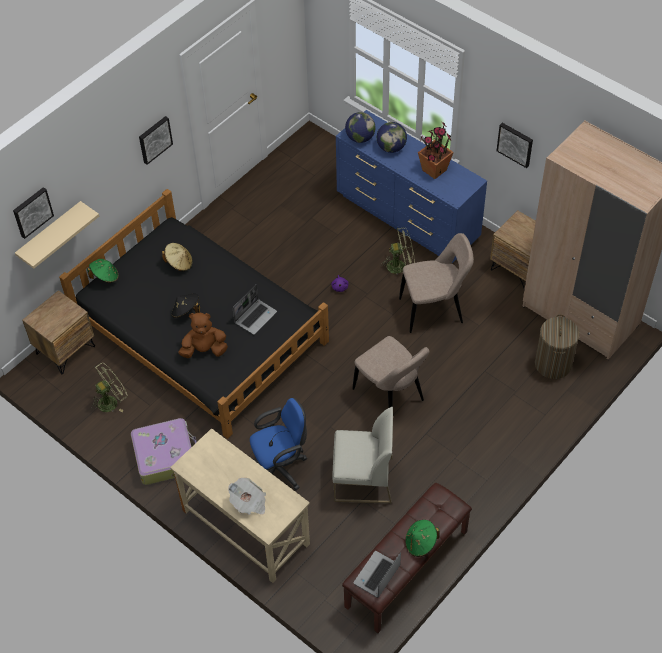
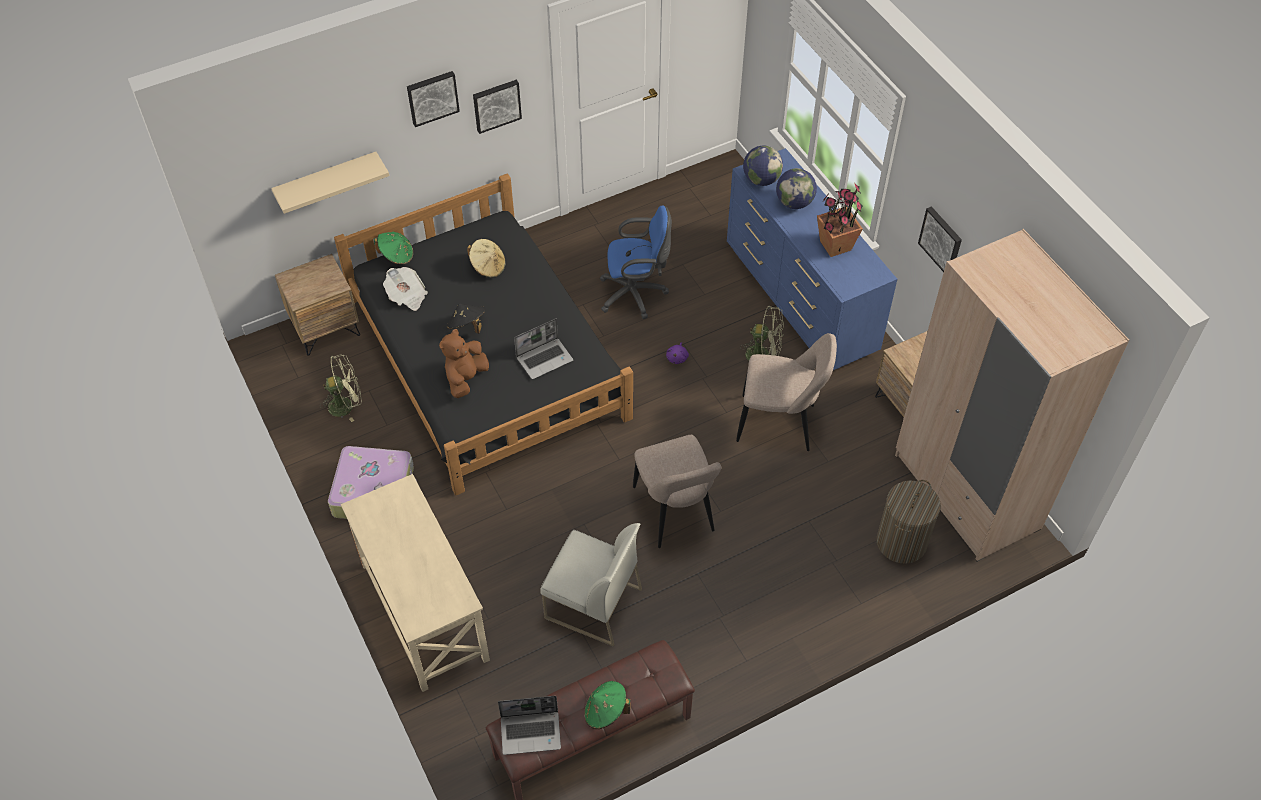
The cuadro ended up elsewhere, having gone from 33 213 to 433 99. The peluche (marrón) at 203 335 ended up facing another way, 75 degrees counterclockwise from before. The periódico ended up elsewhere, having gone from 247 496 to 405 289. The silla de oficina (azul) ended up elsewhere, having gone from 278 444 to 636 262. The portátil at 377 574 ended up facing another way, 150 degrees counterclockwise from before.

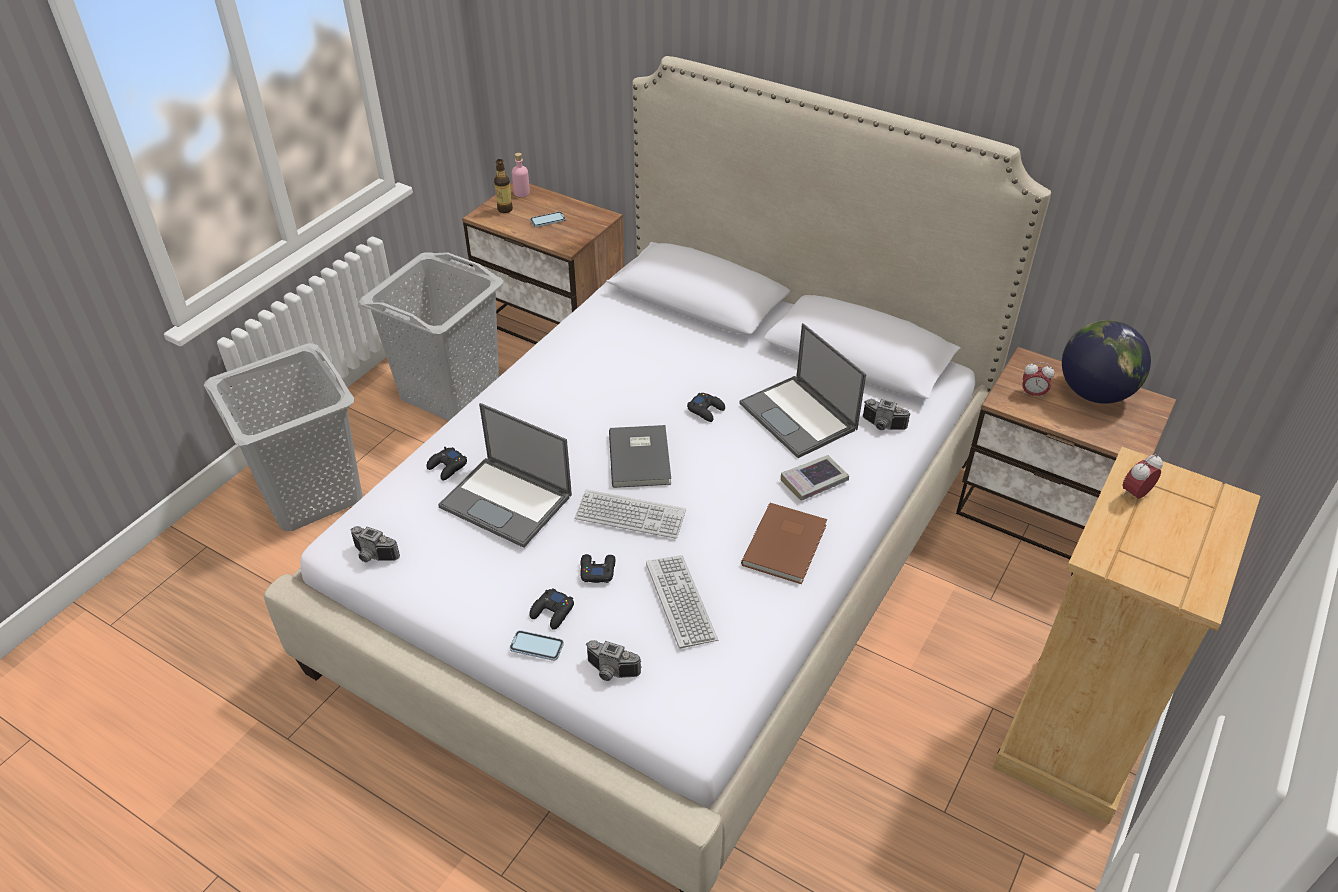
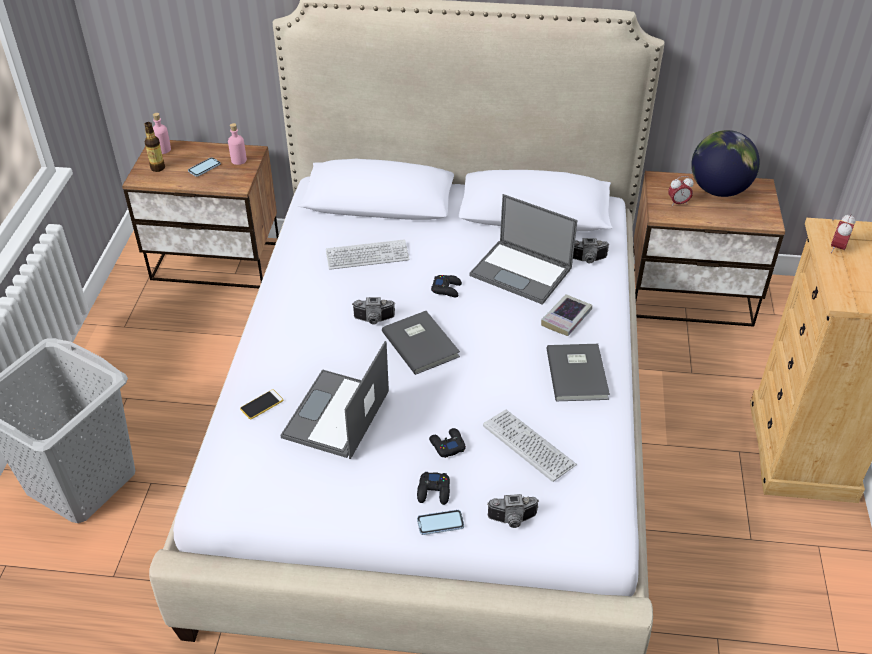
The cámara ended up elsewhere, having gone from 375 544 to 373 310. The second view lost the cesto de la ropa (gris) at 431 336. Where the mando de consola (negro) stood at 446 463, the móvil came to stand at 261 404. The portátil at 505 475 ended up facing another way, 105 degrees clockwise from before. The teclado ended up elsewhere, having gone from 630 514 to 367 254. What was the libro (marrón) at 784 543 turned into the libro (gris) at 578 372. The second view gained the botella (rosa) at 237 144.

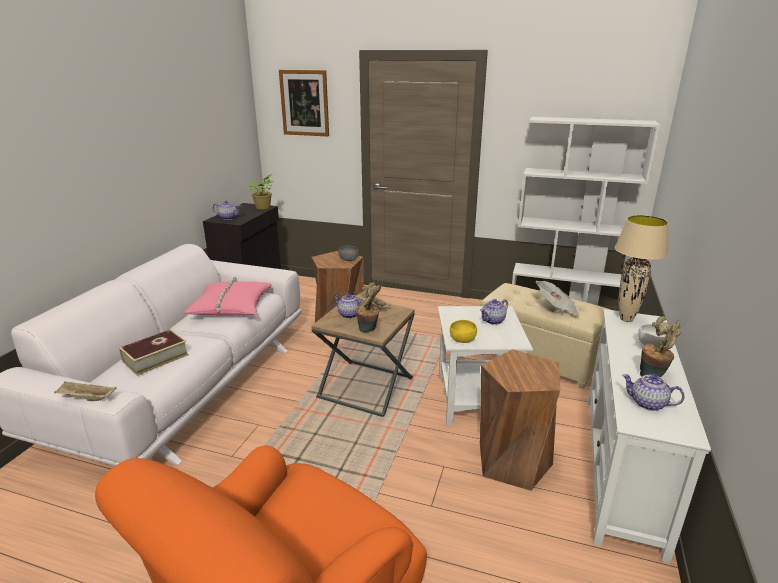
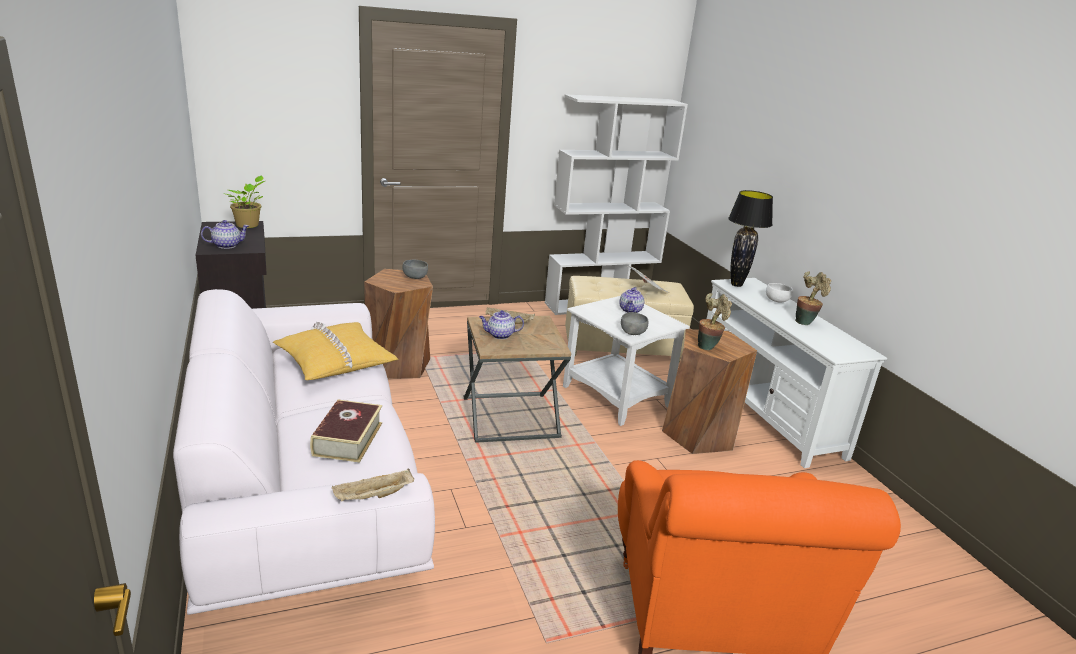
What was the cojín (rosa) at 227 296 turned into the cojín (amarillo) at 336 351. The second view lost the cuadro at 304 103. The planta en maceta ended up elsewhere, having gone from 368 308 to 715 321. What was the cuenco (amarillo) at 463 331 turned into the cuenco (gris) at 634 323. What was the lámpara de mesa (beis) at 642 268 turned into the lámpara de mesa (negro) at 750 238. The second view lost the tetera at 653 392.

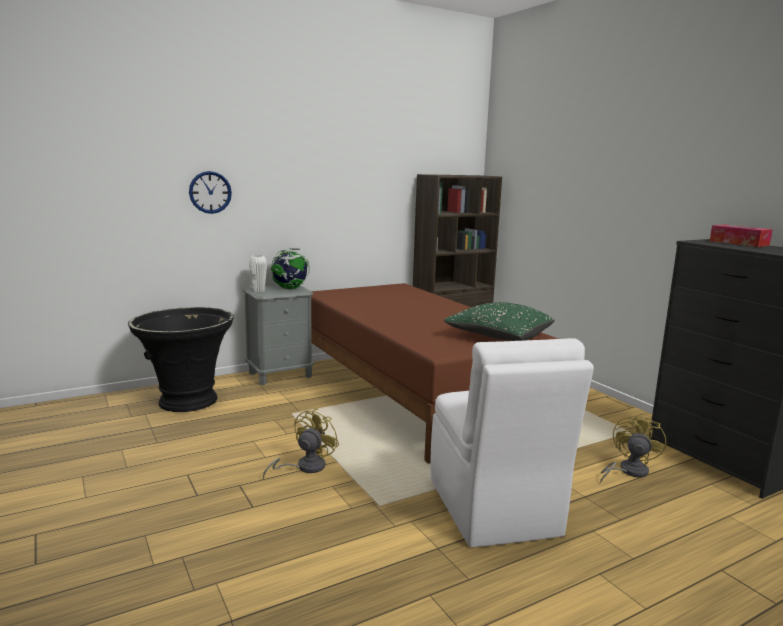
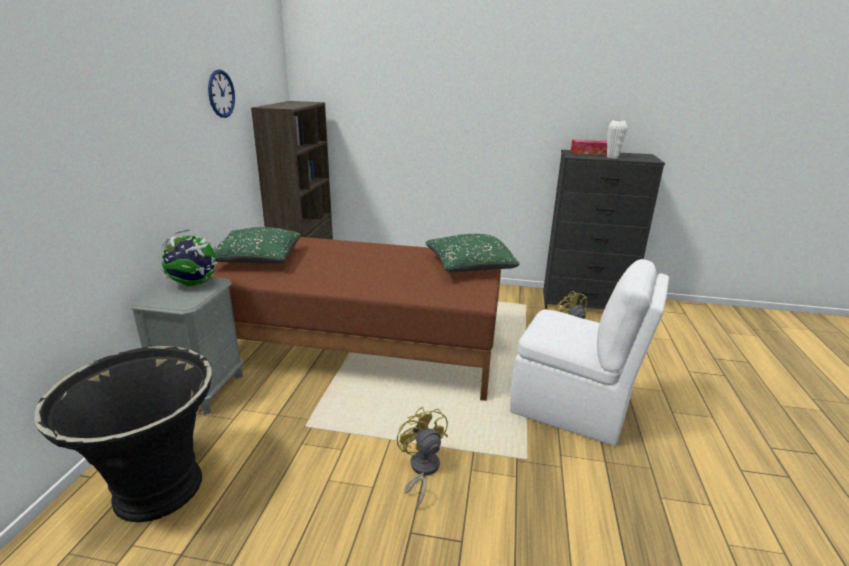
The reloj de pared ended up elsewhere, having gone from 210 192 to 221 93. The florero (blanco) ended up elsewhere, having gone from 258 273 to 617 139. The second view gained the cojín (verde) at 257 245.

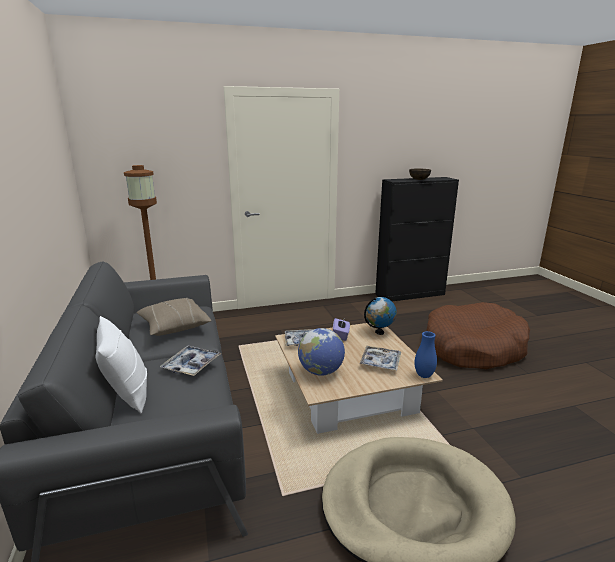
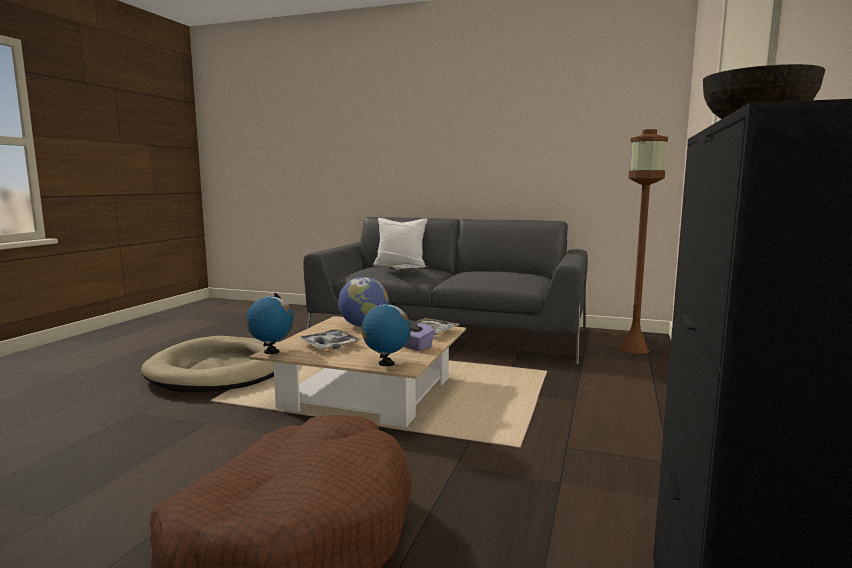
The second view lost the cojín (beis) at 173 317. Where the florero (azul) stood at 425 354, the globo terráqueo came to stand at 270 323.

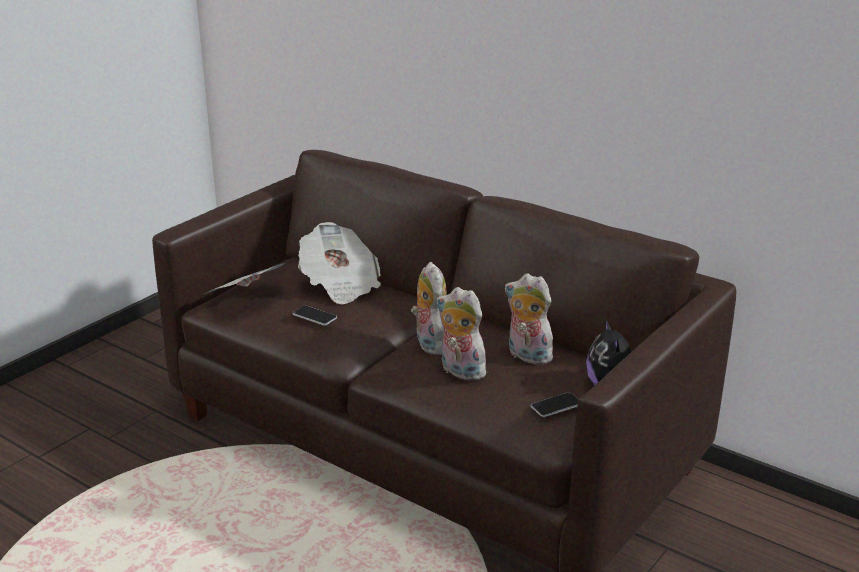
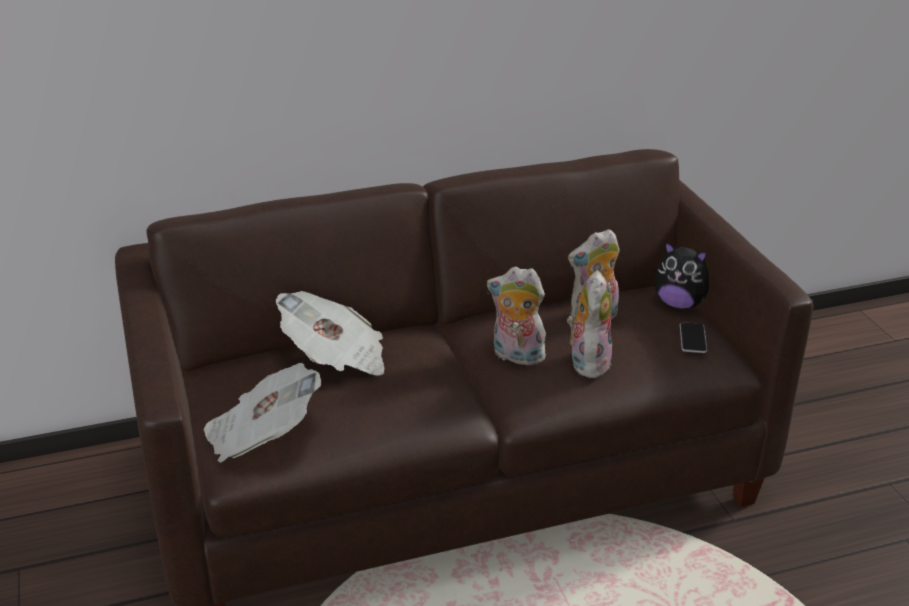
The second view lost the móvil at 315 315. The peluche at 464 334 ended up facing another way, 120 degrees clockwise from before.

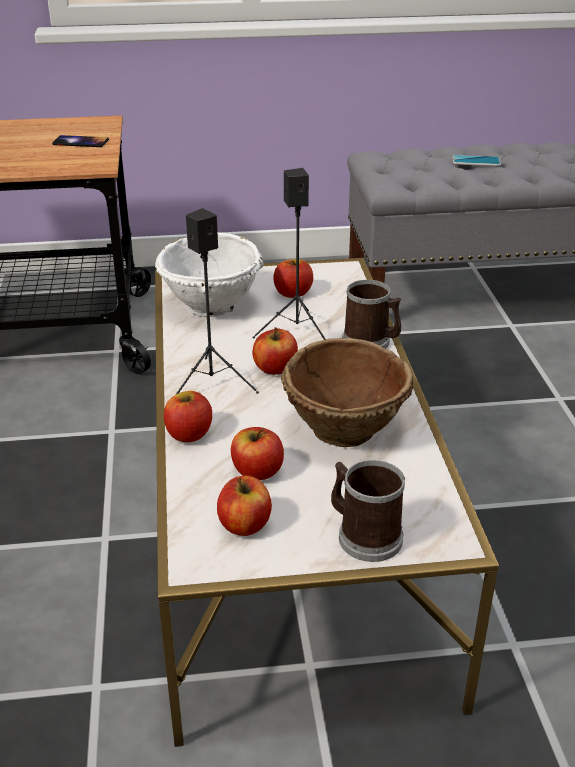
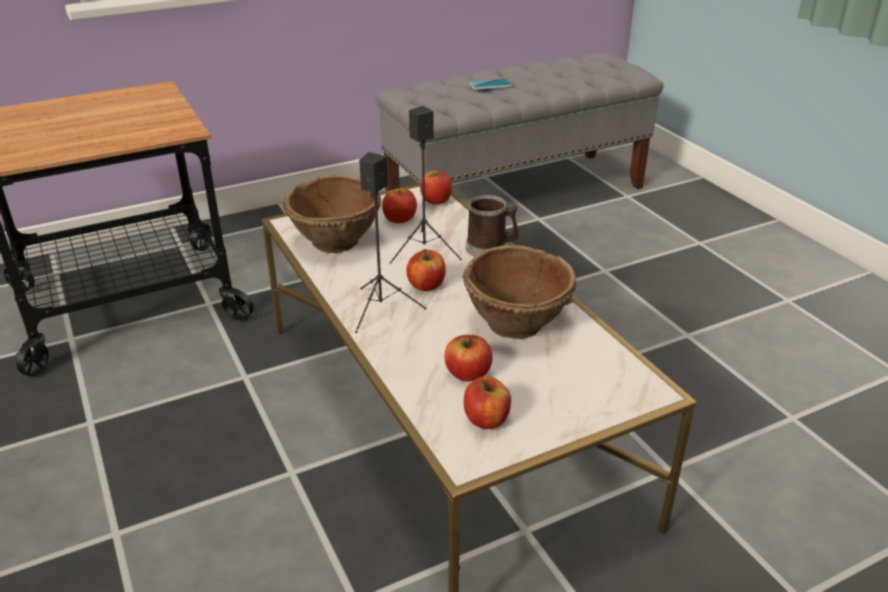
The second view lost the móvil at 80 141. What was the cuenco (blanco) at 209 274 turned into the cuenco (marrón) at 332 214. The manzana ended up elsewhere, having gone from 188 416 to 436 187. The second view lost the taza grande at 368 511.

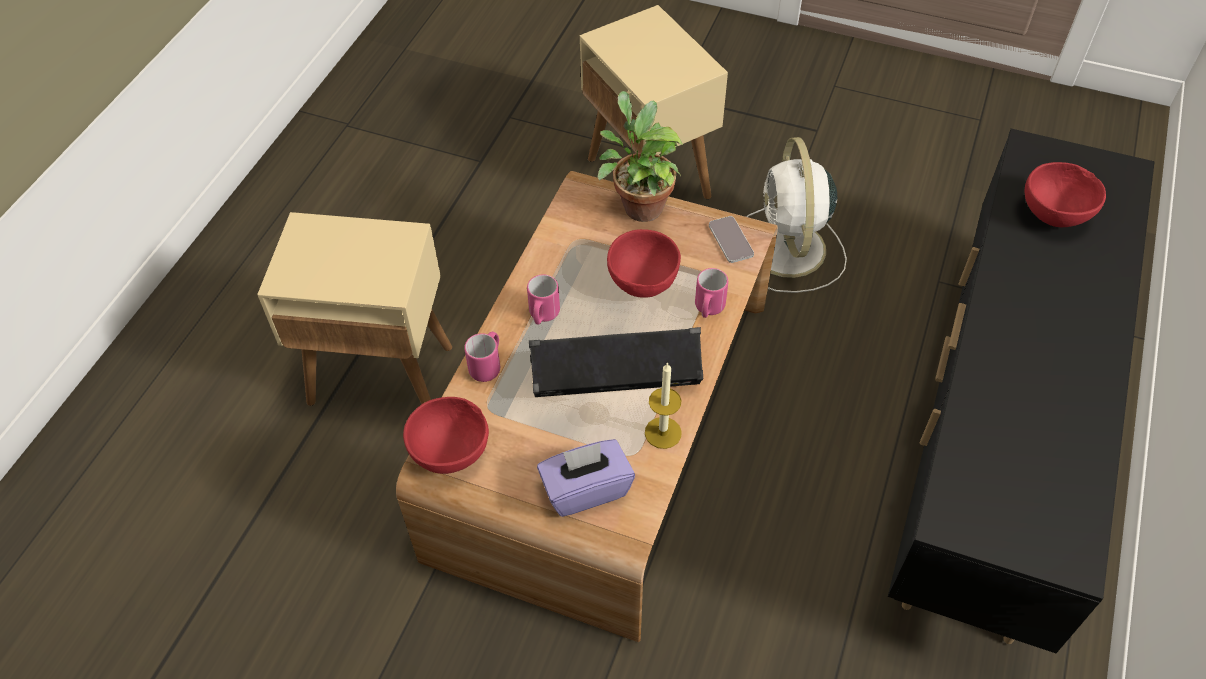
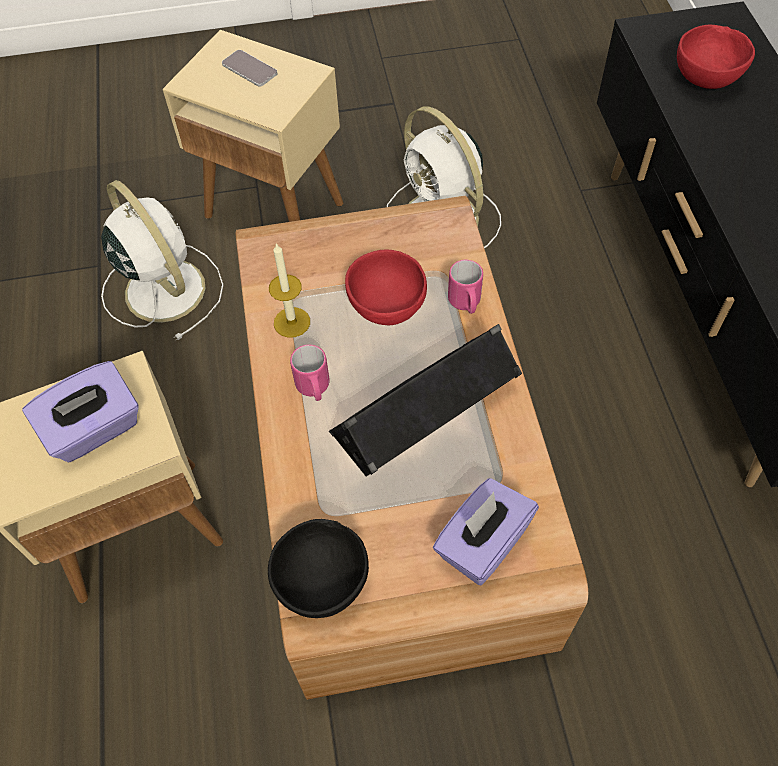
What was the cuenco (rojo) at 446 435 turned into the cuenco (negro) at 318 568. The second view lost the taza grande (rosa) at 482 357. The second view lost the planta en maceta at 640 156. The vela ended up elsewhere, having gone from 663 405 to 289 290. The móvil ended up elsewhere, having gone from 731 239 to 250 68. The second view gained the caja de pañuelos (morado) at 80 411. The second view gained the ventilador (blanco) at 162 260.

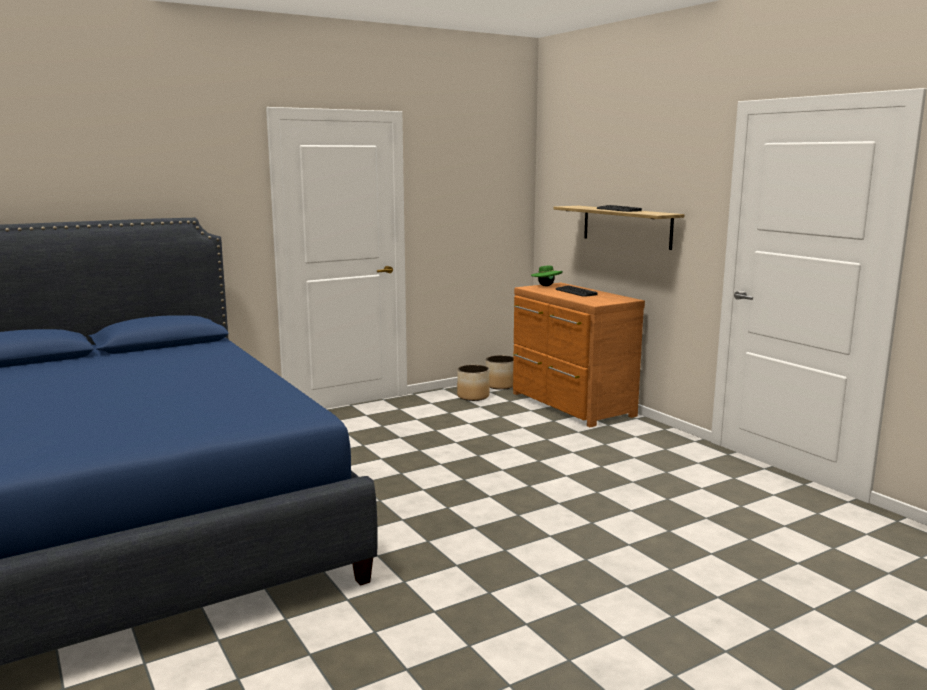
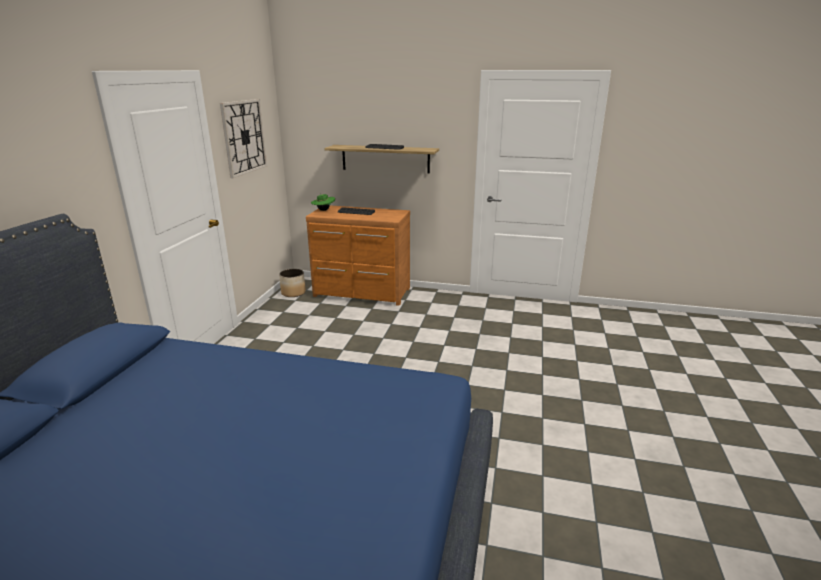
The second view lost the maceta at 473 383. The second view gained the reloj de pared at 243 138.

